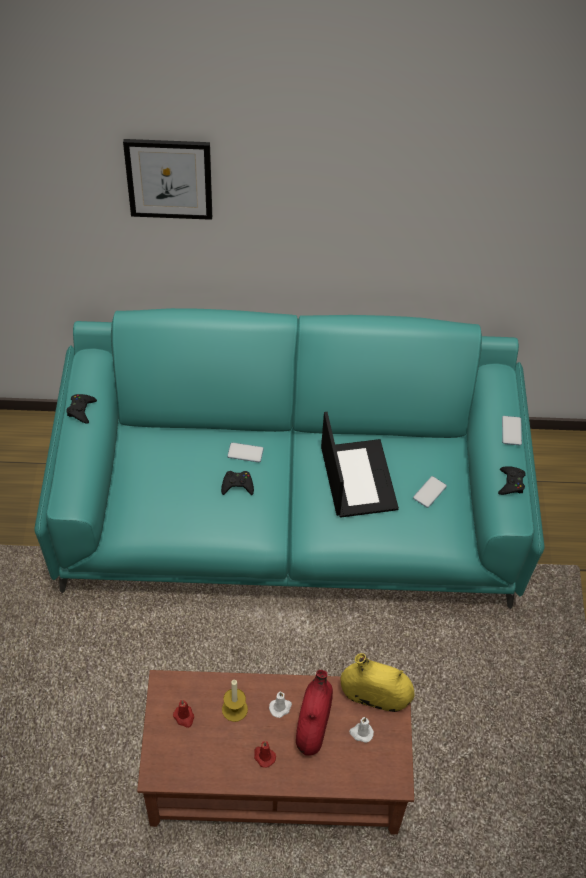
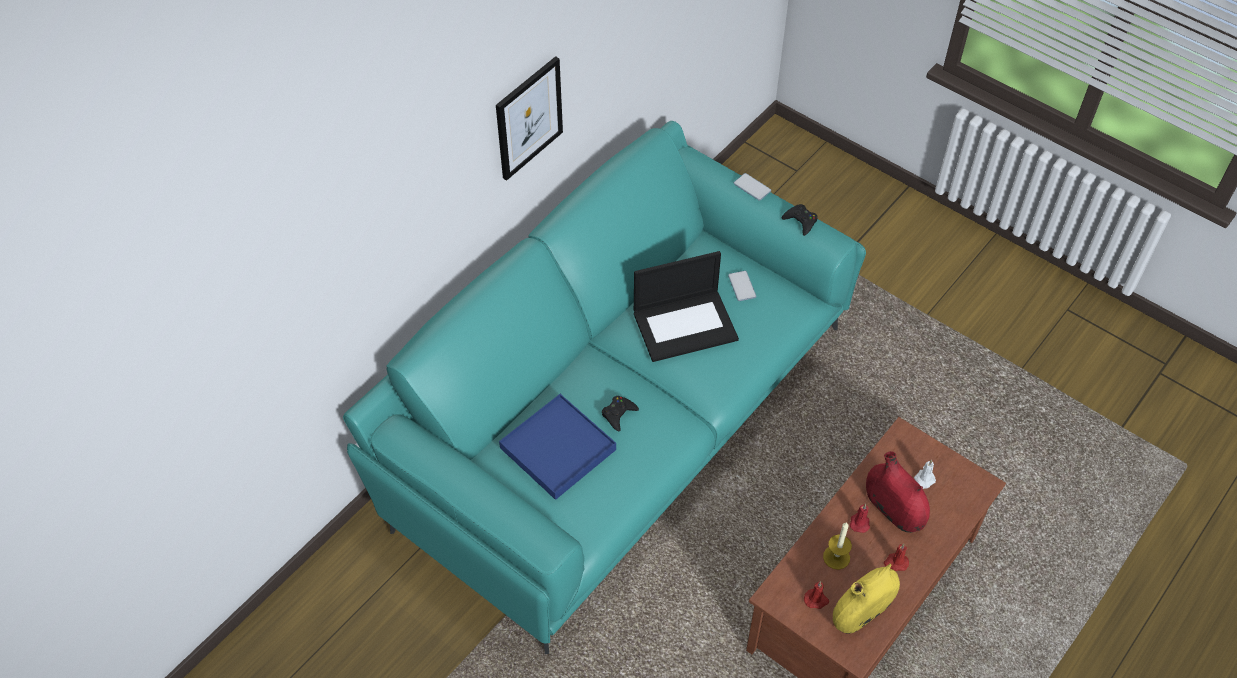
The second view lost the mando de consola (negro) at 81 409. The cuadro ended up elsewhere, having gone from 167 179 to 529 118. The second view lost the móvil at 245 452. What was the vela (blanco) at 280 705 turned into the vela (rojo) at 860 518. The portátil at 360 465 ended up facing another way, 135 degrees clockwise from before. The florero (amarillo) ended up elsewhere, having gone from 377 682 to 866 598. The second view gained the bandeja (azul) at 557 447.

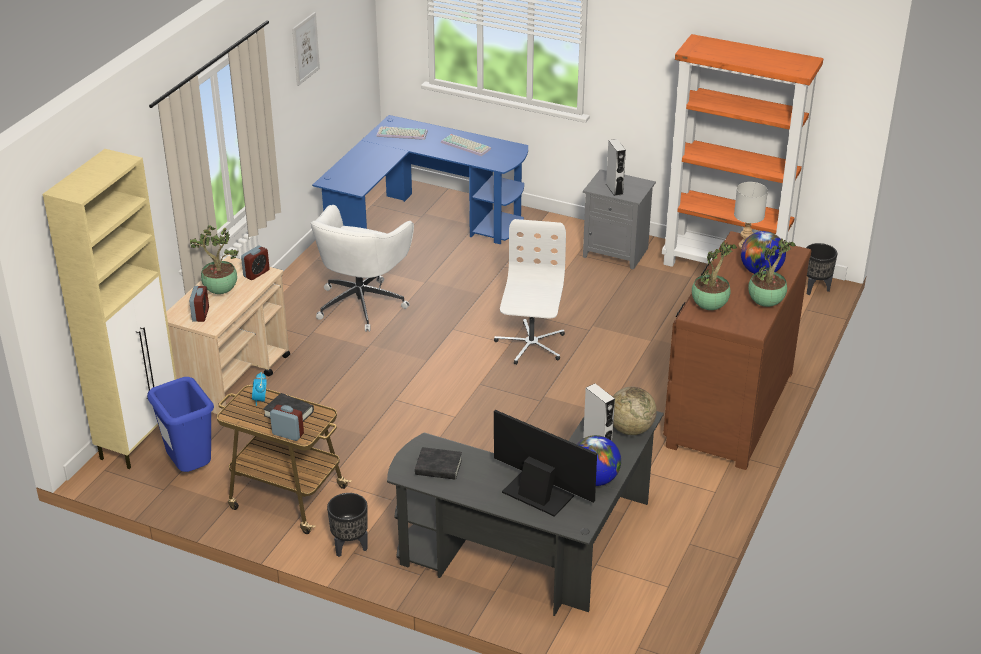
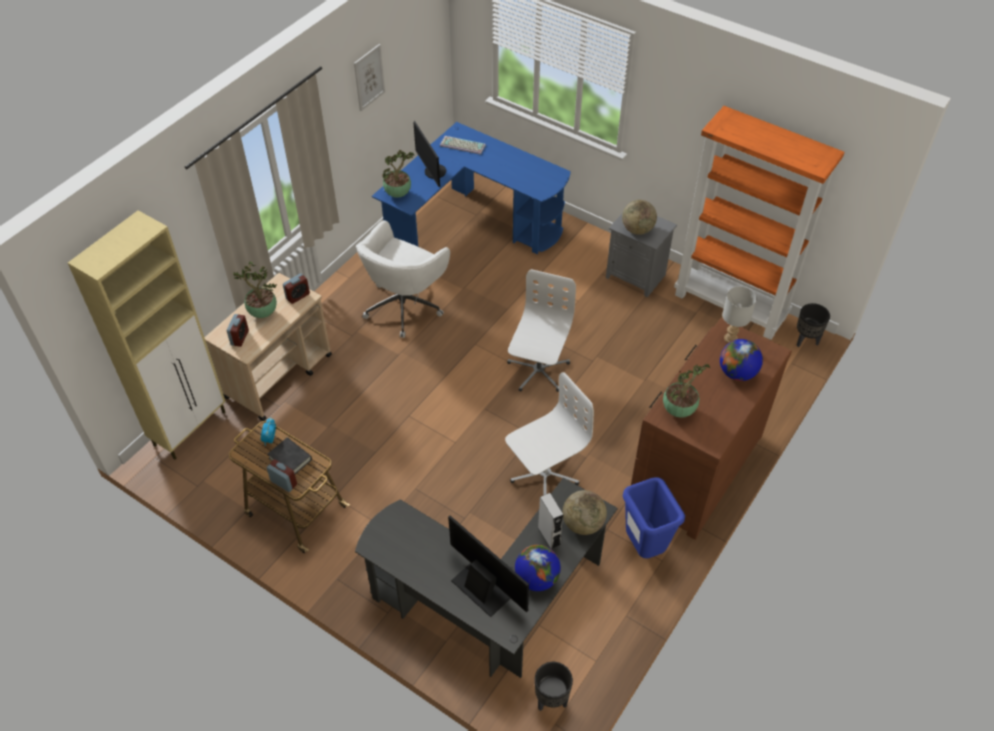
The papelera (azul) ended up elsewhere, having gone from 180 424 to 654 517. The maceta (negro) ended up elsewhere, having gone from 347 525 to 554 686. The second view lost the libro (negro) at 438 463. The second view lost the teclado at 466 145. Where the altavoz (gris) stood at 616 167, the globo terráqueo came to stand at 639 217. The planta en maceta ended up elsewhere, having gone from 772 272 to 398 174. The second view gained the monitor at 429 154. The second view gained the silla de oficina (blanco) at 549 433.

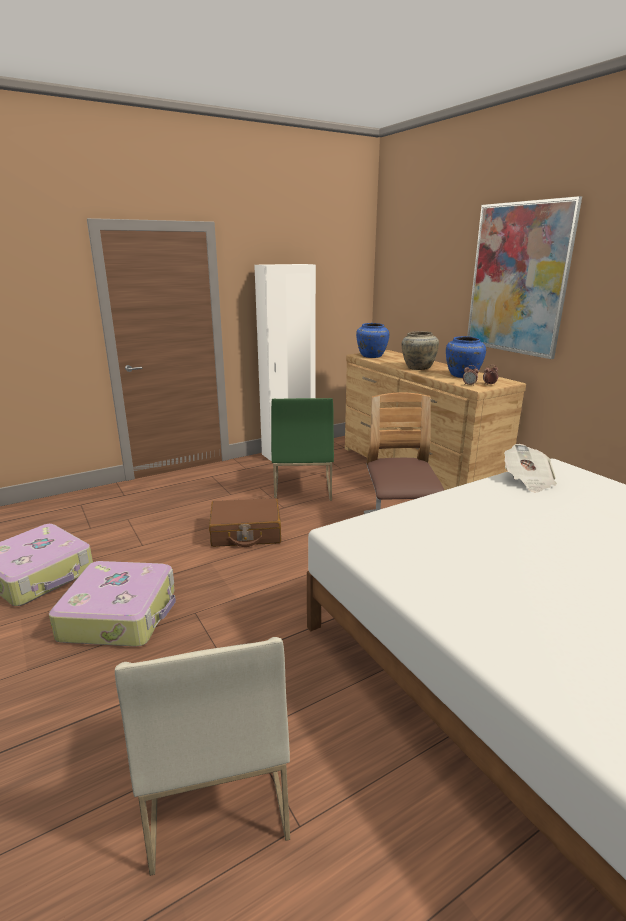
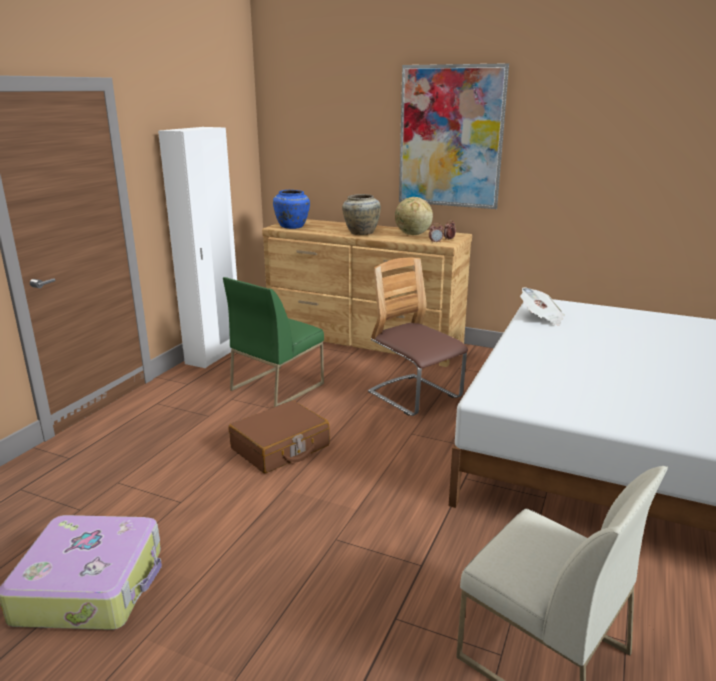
The second view lost the maleta at 112 603. The silla (verde) at 302 449 ended up facing another way, 75 degrees clockwise from before. Where the florero (azul) stood at 466 357, the globo terráqueo came to stand at 414 216.

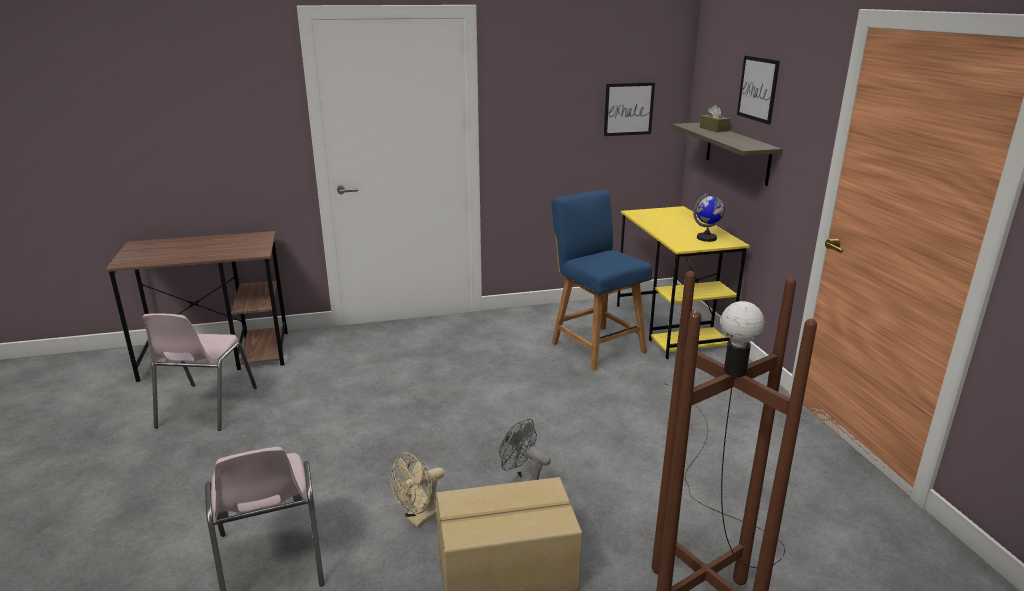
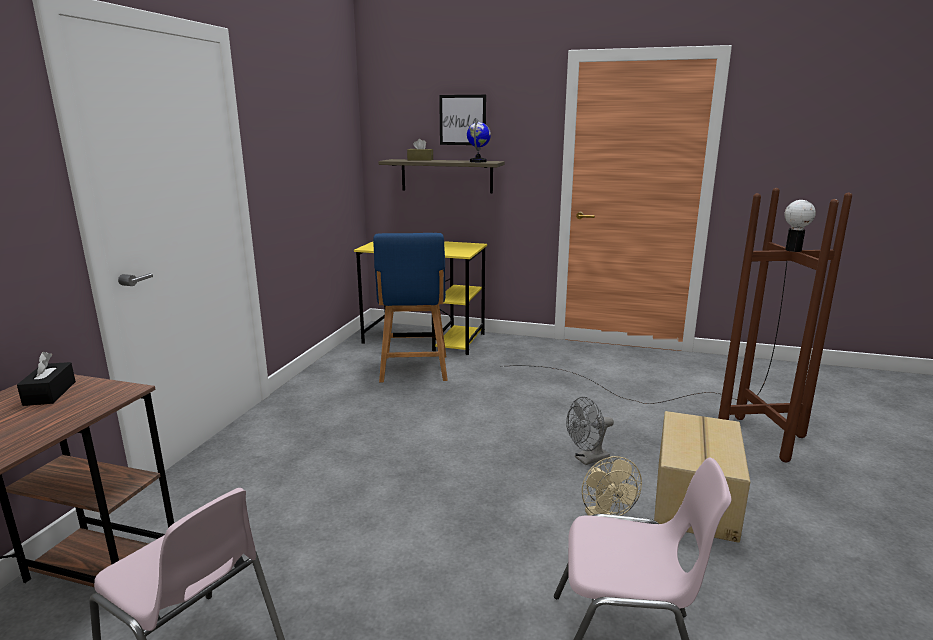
The silla (azul) at 602 280 ended up facing another way, 90 degrees counterclockwise from before. The second view lost the cuadro at 629 109. The globo terráqueo ended up elsewhere, having gone from 709 218 to 479 140. The second view gained the caja de pañuelos (negro) at 46 379.

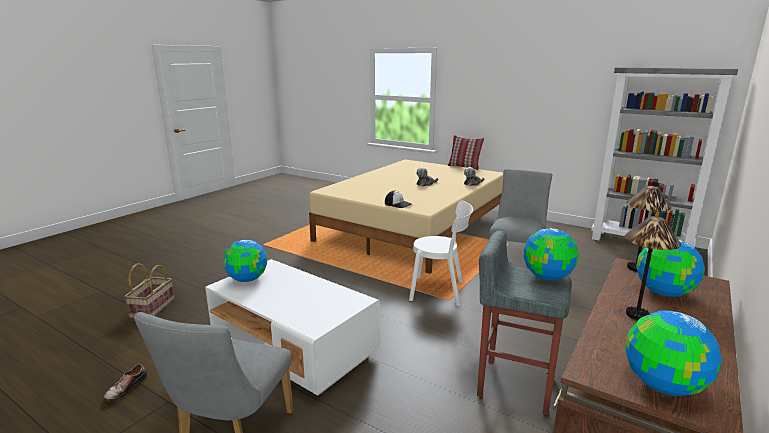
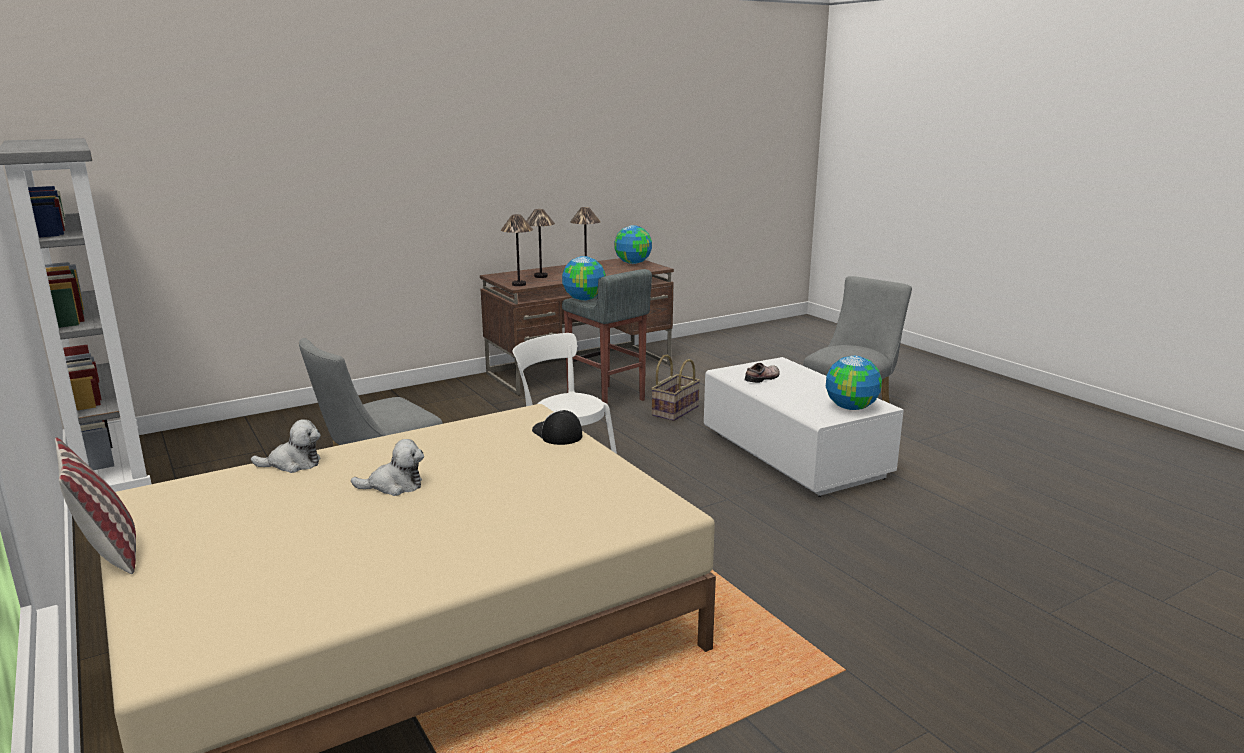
The zapato ended up elsewhere, having gone from 125 383 to 762 373. The cesta ended up elsewhere, having gone from 149 291 to 675 387. Where the globo terráqueo stood at 670 268, the lámpara de mesa came to stand at 540 243.

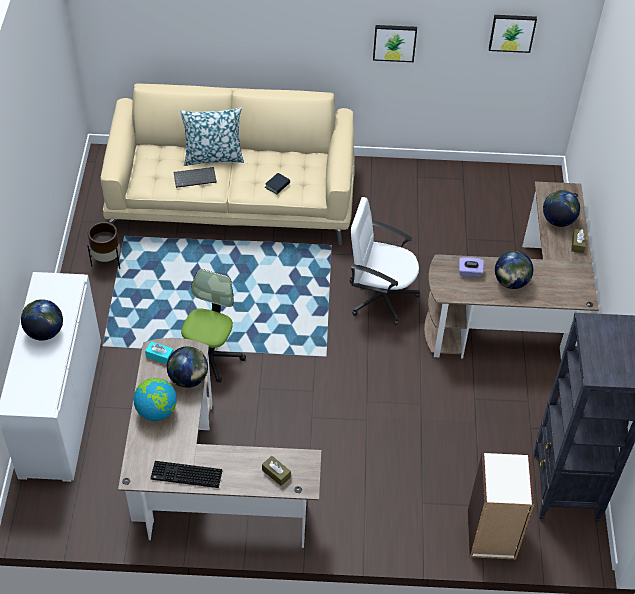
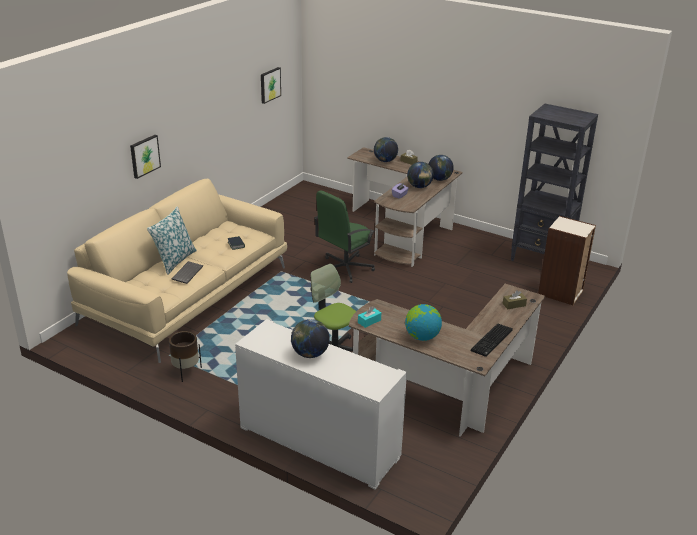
The globo terráqueo ended up elsewhere, having gone from 187 367 to 441 168. What was the silla de oficina (blanco) at 384 261 turned into the silla de oficina (verde) at 344 237. The cuadro ended up elsewhere, having gone from 395 43 to 145 157.

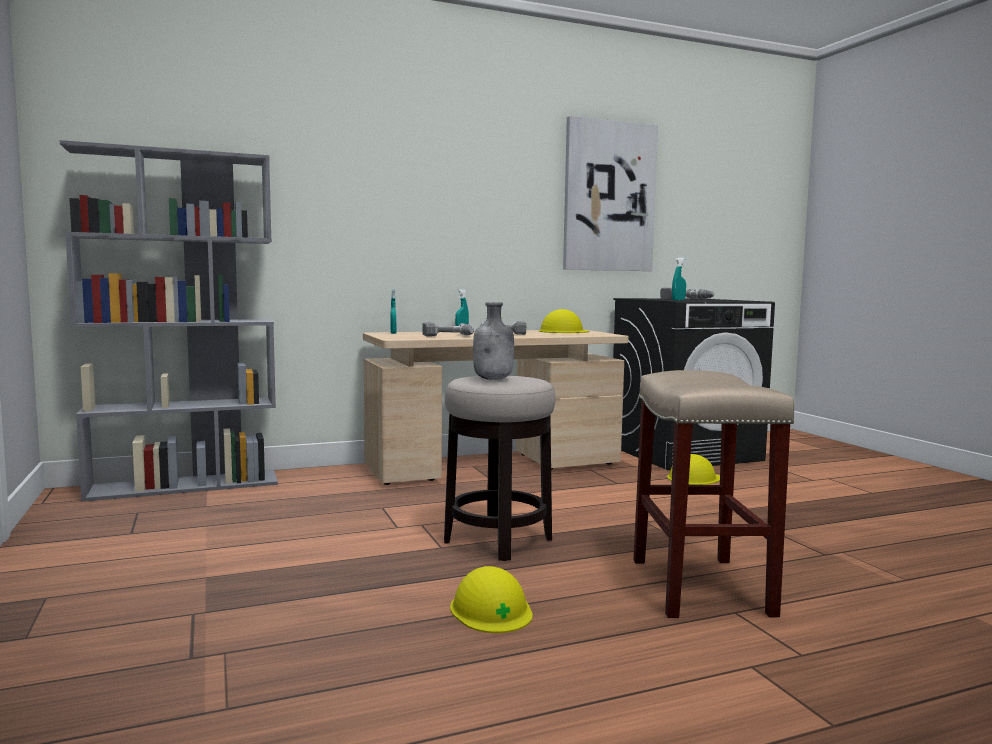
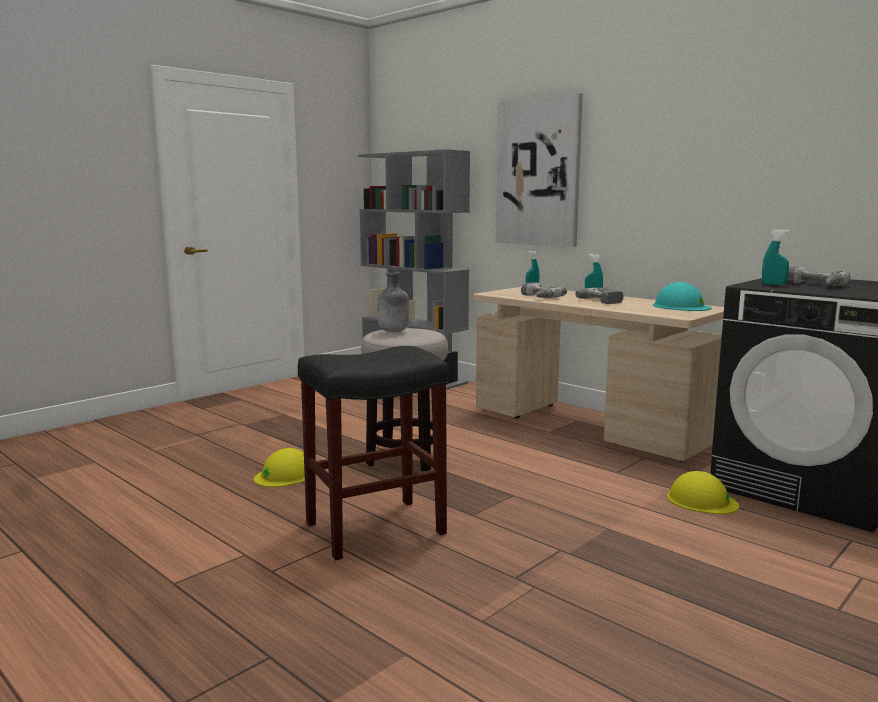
What was the casco (amarillo) at 564 321 turned into the casco (turquesa) at 682 296. The cuadro ended up elsewhere, having gone from 610 193 to 539 170. What was the taburete (beis) at 713 494 turned into the taburete (negro) at 373 453.

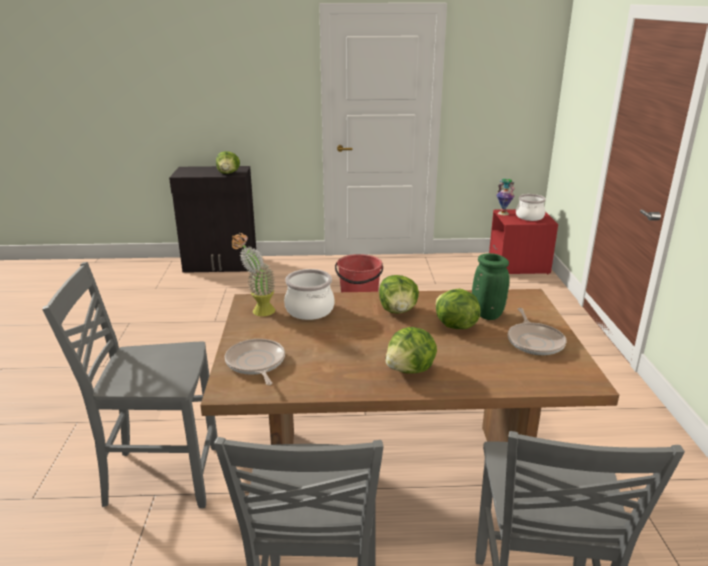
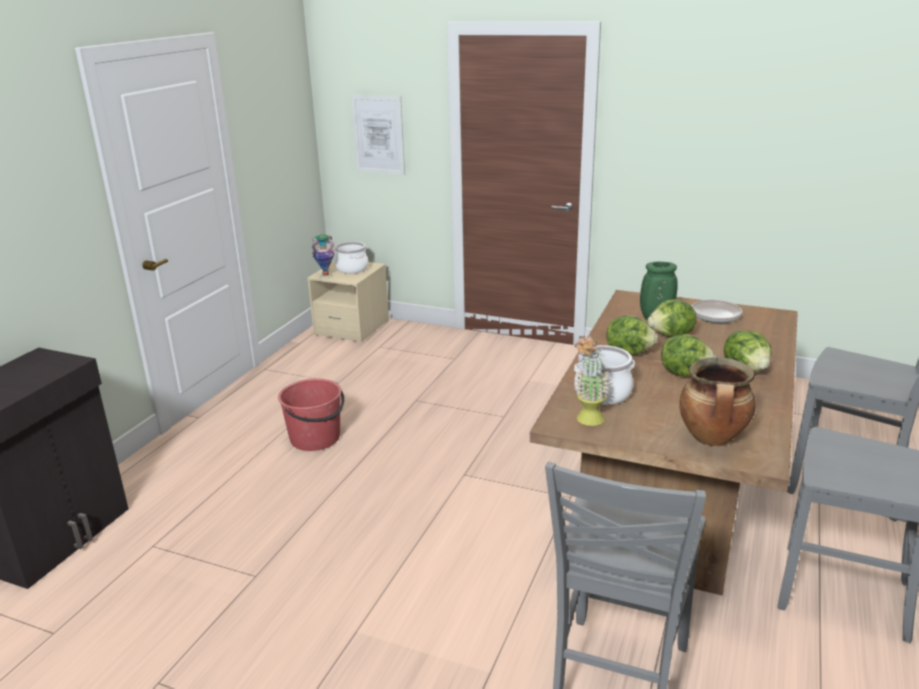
The lechuga ended up elsewhere, having gone from 228 162 to 688 355. Where the sartén stood at 255 362, the olla came to stand at 717 401. What was the mesita de noche (rojo) at 523 241 turned into the mesita de noche (beis) at 348 301. The second view gained the cuadro at 378 135.

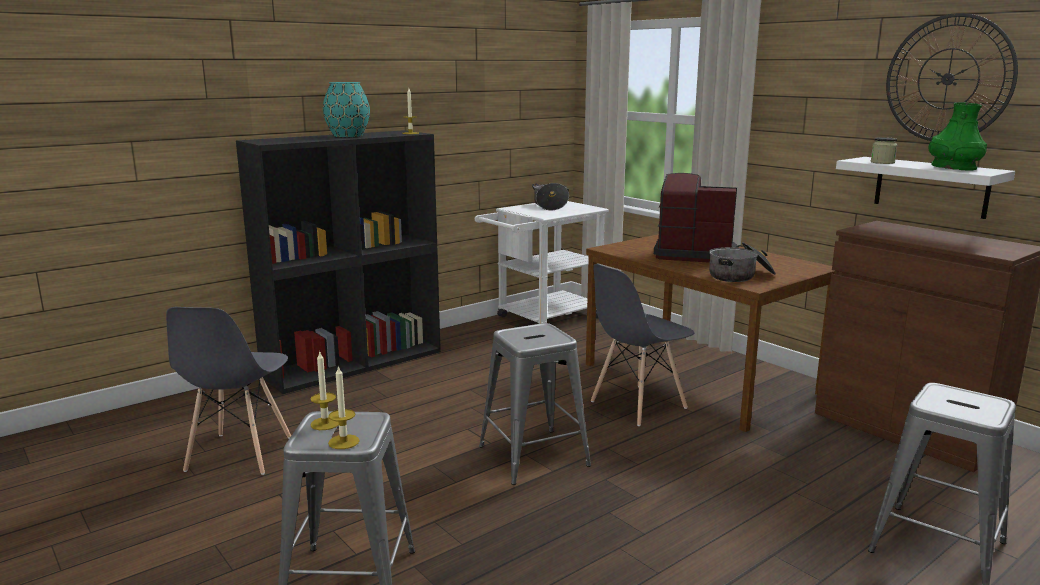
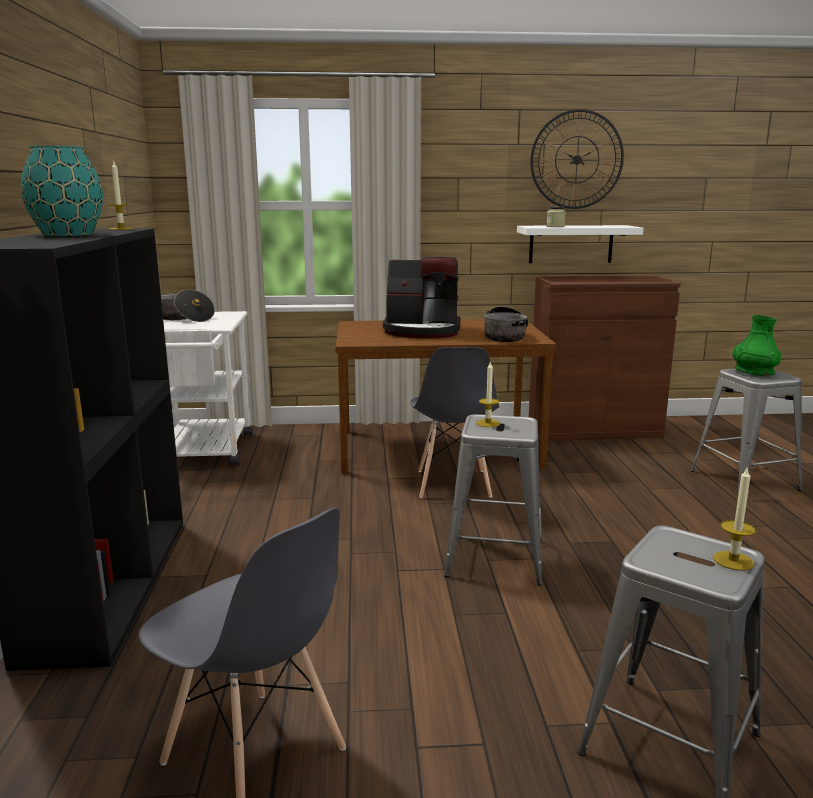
The vela ended up elsewhere, having gone from 324 391 to 488 394. The cafetera at 695 218 ended up facing another way, 135 degrees counterclockwise from before. The florero (verde) ended up elsewhere, having gone from 957 136 to 756 345.

